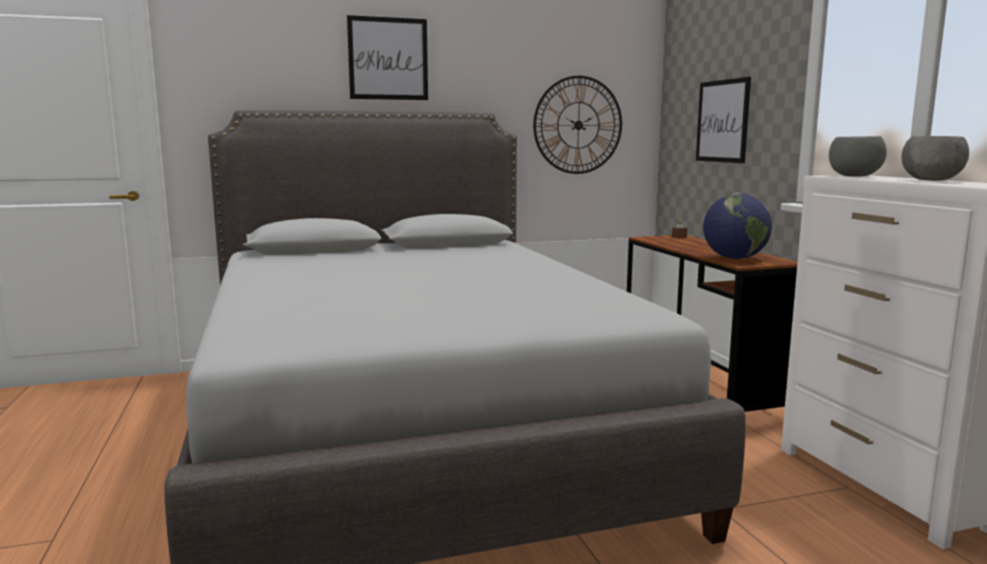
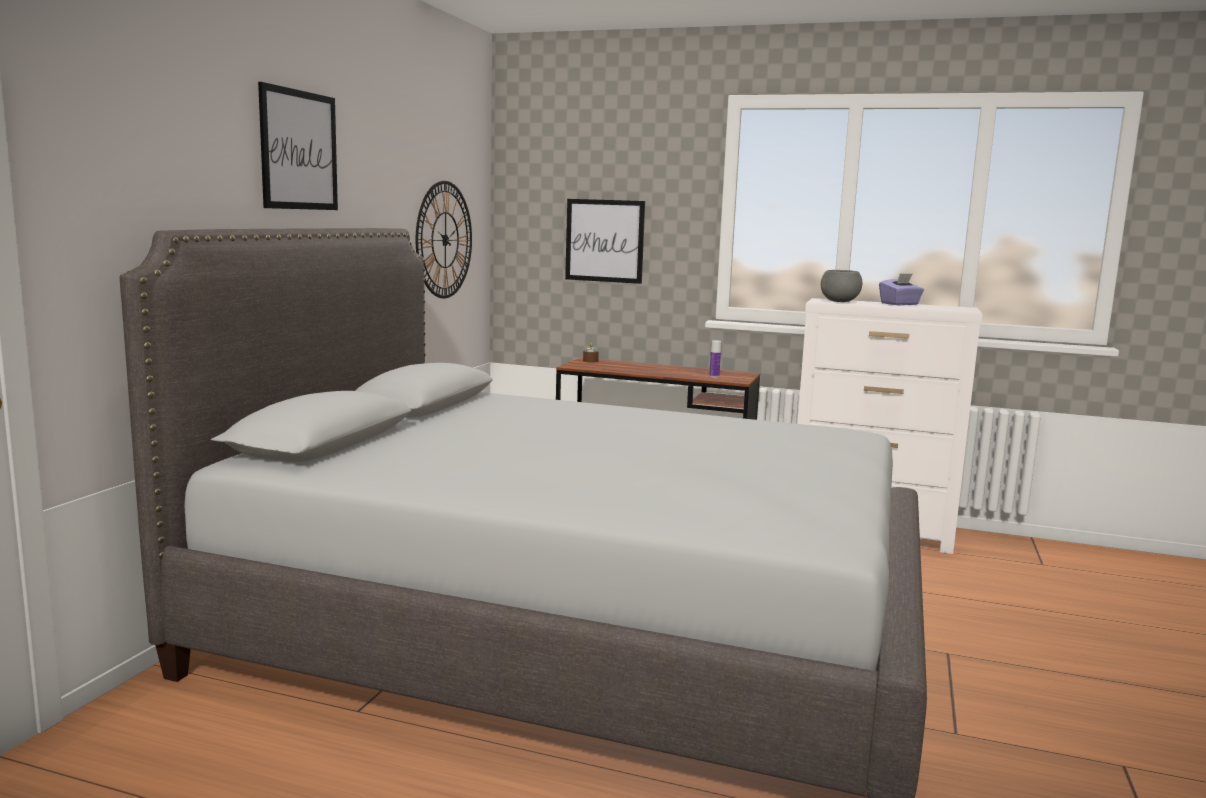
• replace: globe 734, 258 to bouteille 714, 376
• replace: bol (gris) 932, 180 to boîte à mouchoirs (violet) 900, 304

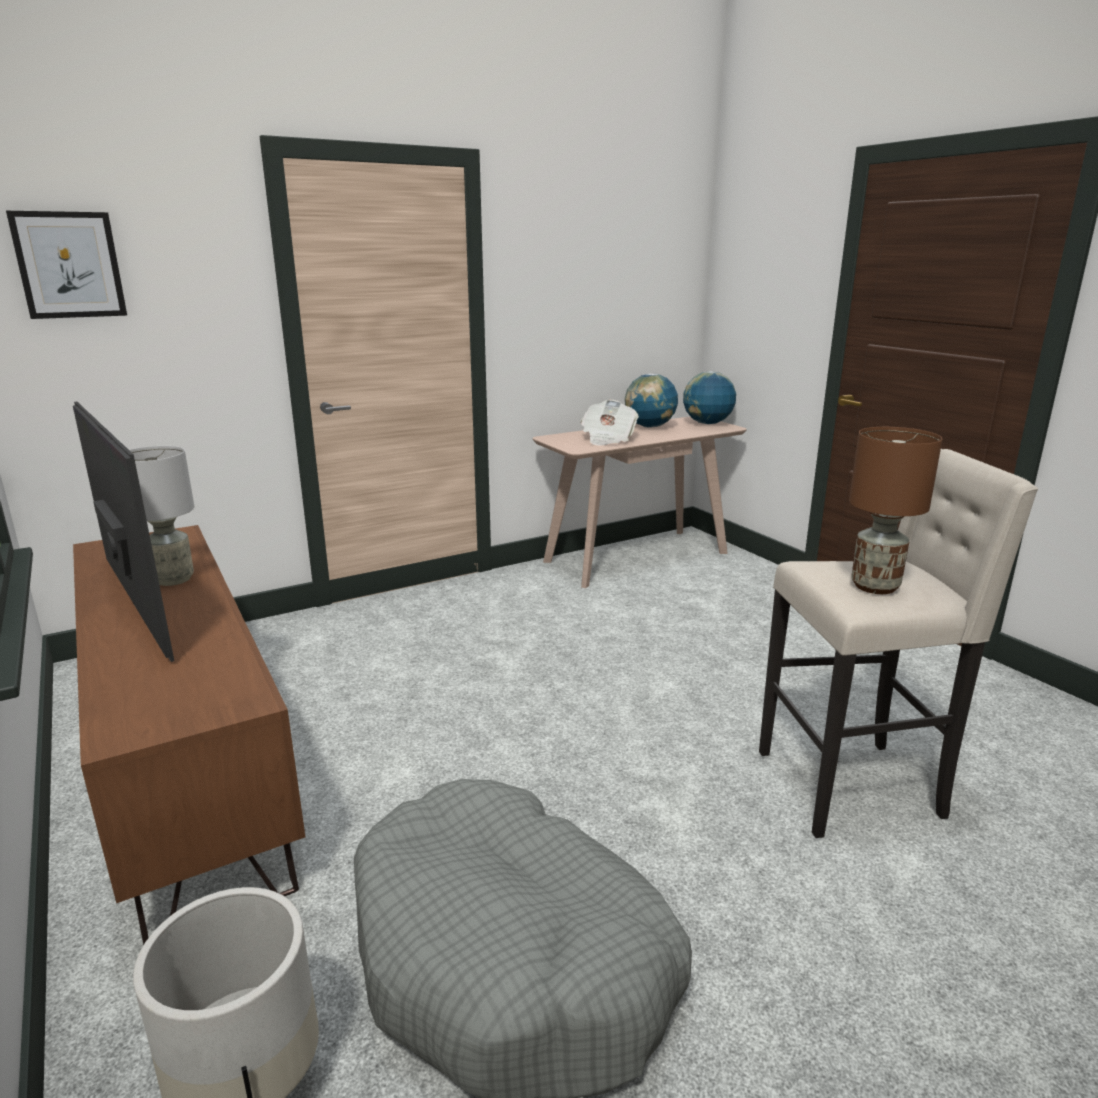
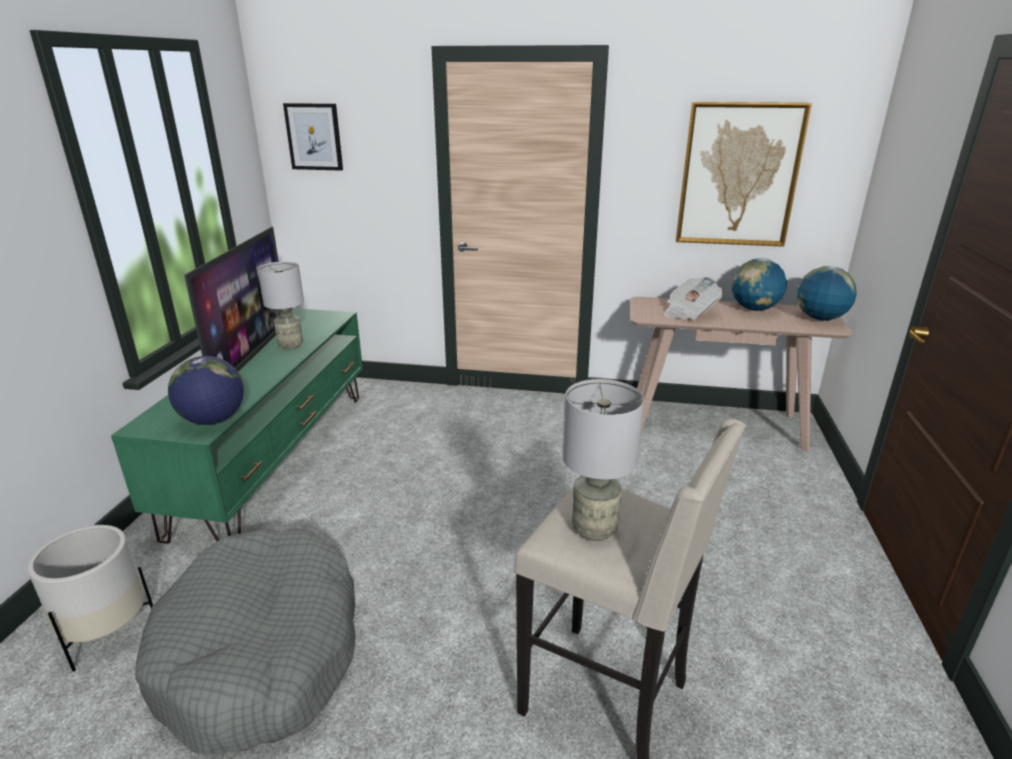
• recolor: meuble télé (marron) 188, 764 to meuble télé (vert) 277, 457
• recolor: lampe de table (marron) 875, 586 to lampe de table (gris) 595, 528
• insert: globe 213, 420
• insert: tableau 738, 175

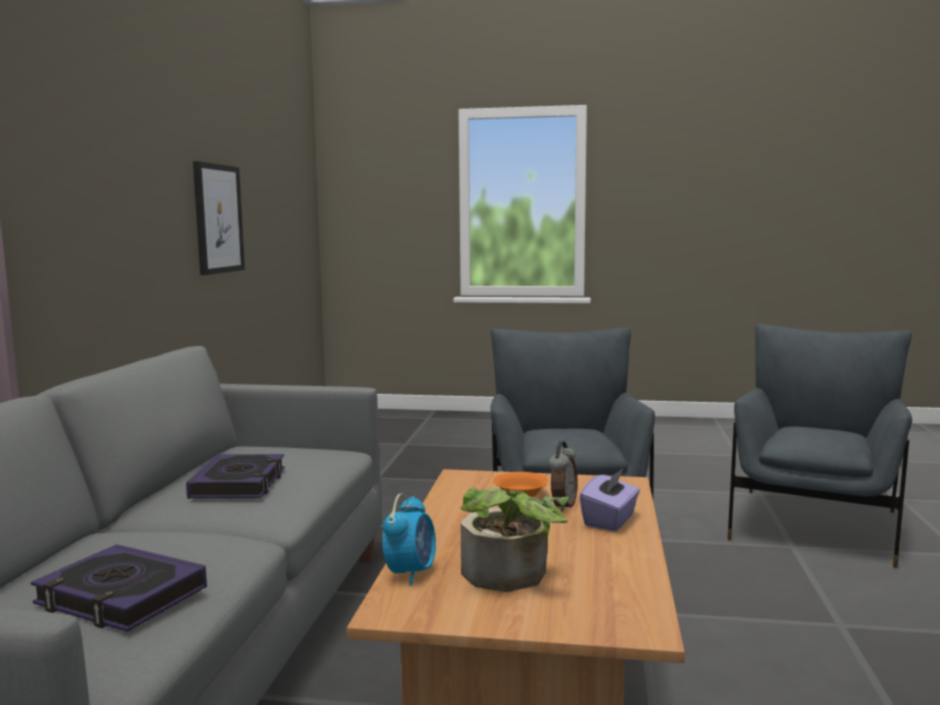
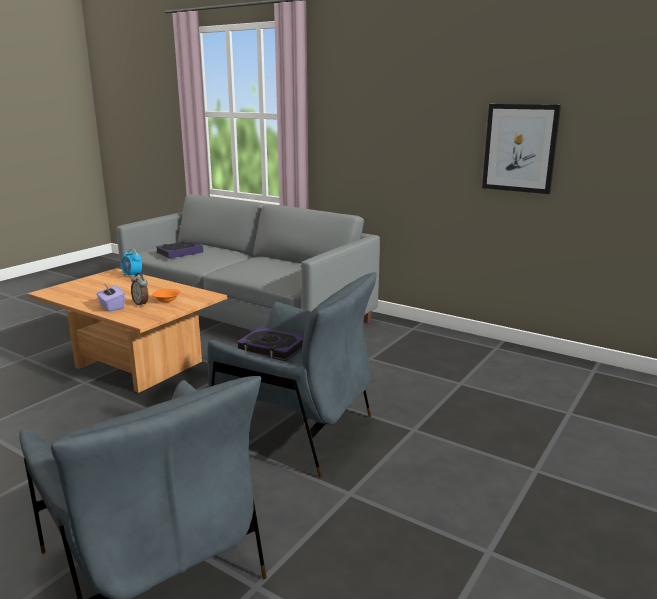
• move: livre 239, 484 to 272, 349
• delete: plante en pot 511, 577

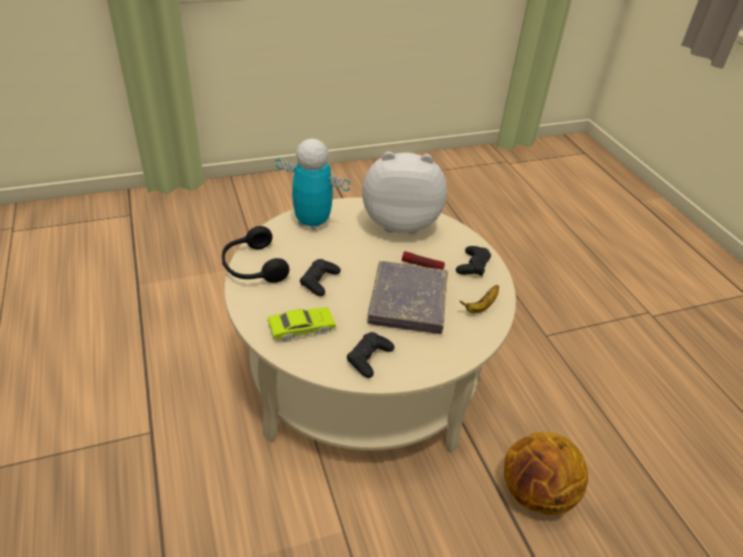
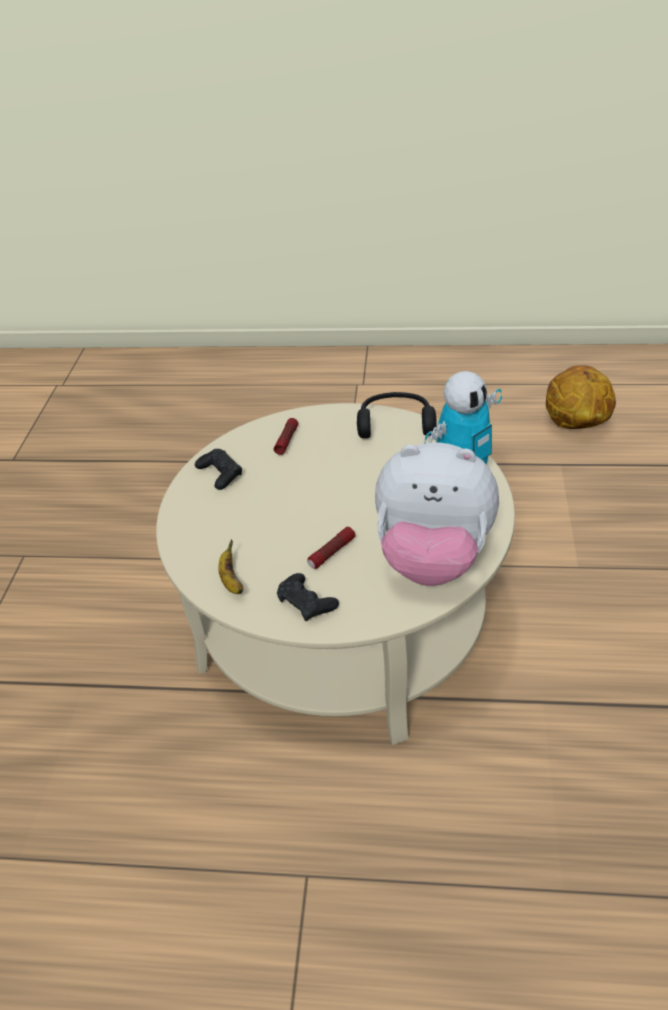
• replace: petite voiture (vert) 301, 328 to lampe de poche 286, 440
• delete: manette (noir) 319, 281
• rotate: peluche 400, 222 = 433, 559 75 degrees clockwise
• delete: livre (gris) 408, 302
• move: ballon de basket 536, 493 to 575, 425

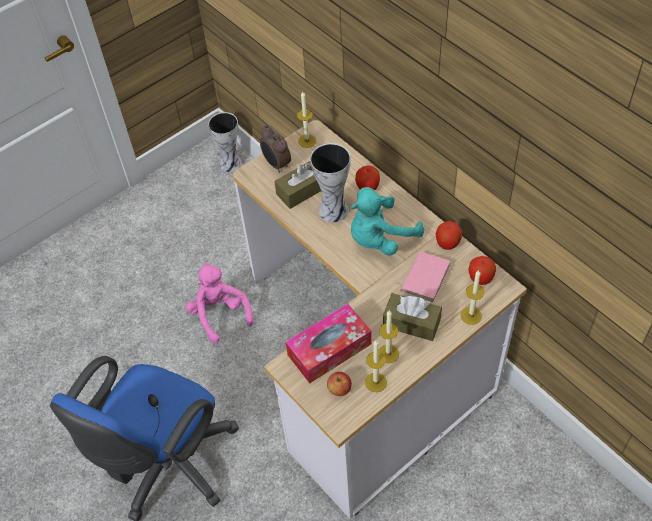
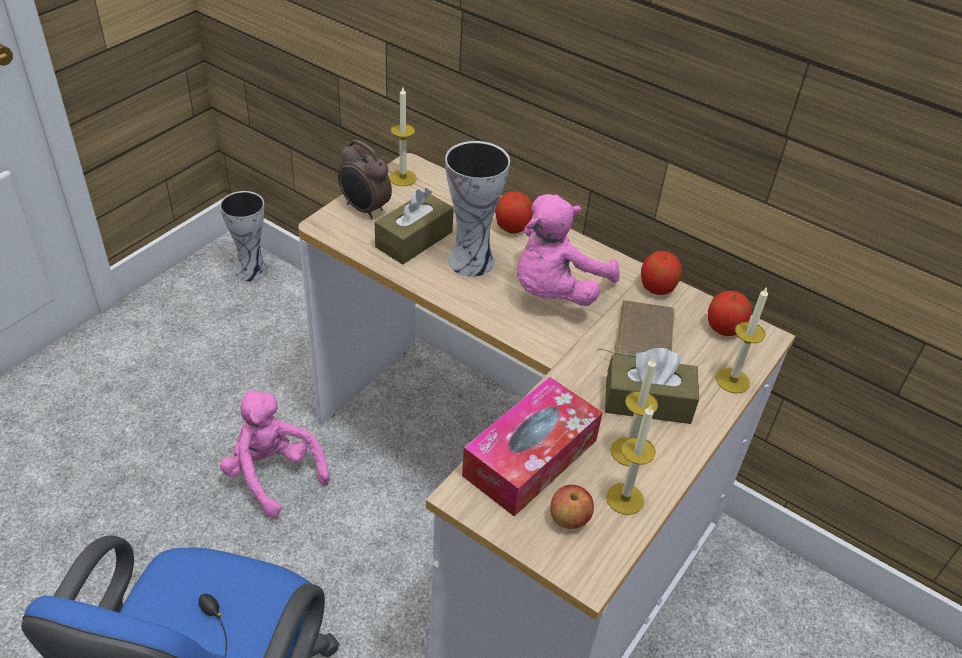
• recolor: peluche (turquoise) 380, 238 to peluche (rose) 555, 291
• recolor: livre (rose) 423, 278 to livre (marron) 640, 337

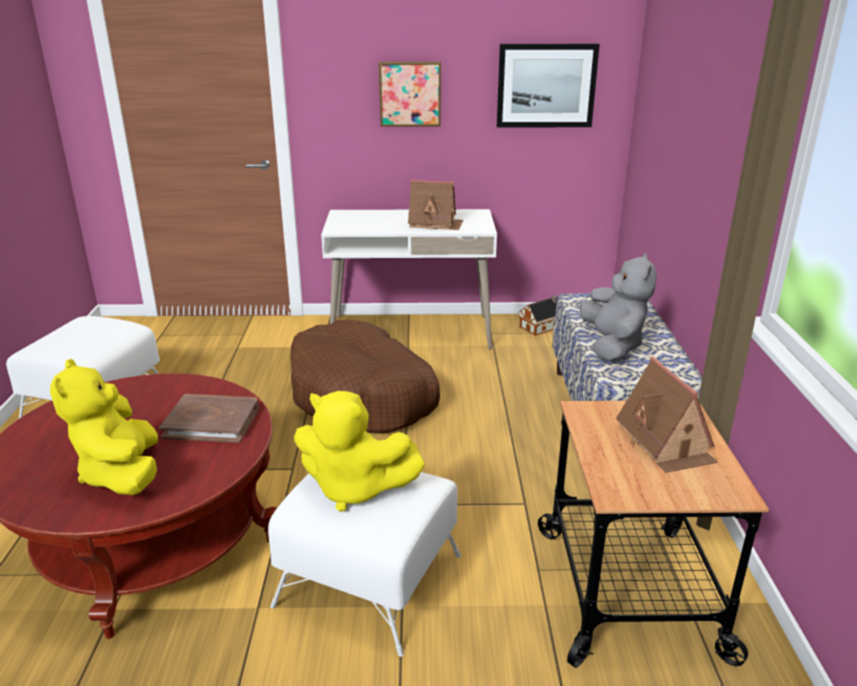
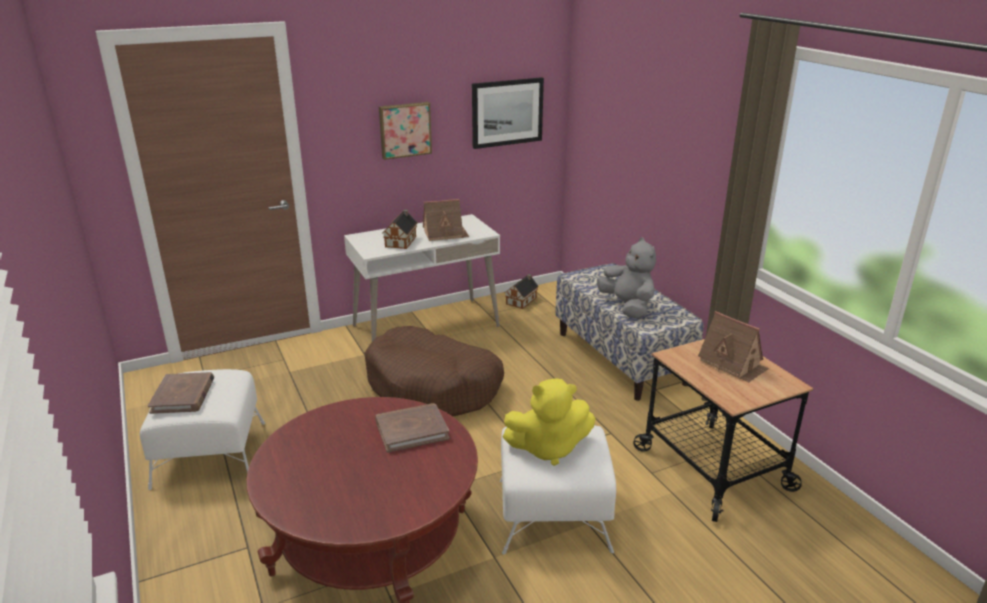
• delete: peluche (jaune) 122, 474
• insert: livre (marron) 183, 396
• insert: maison miniature 401, 241

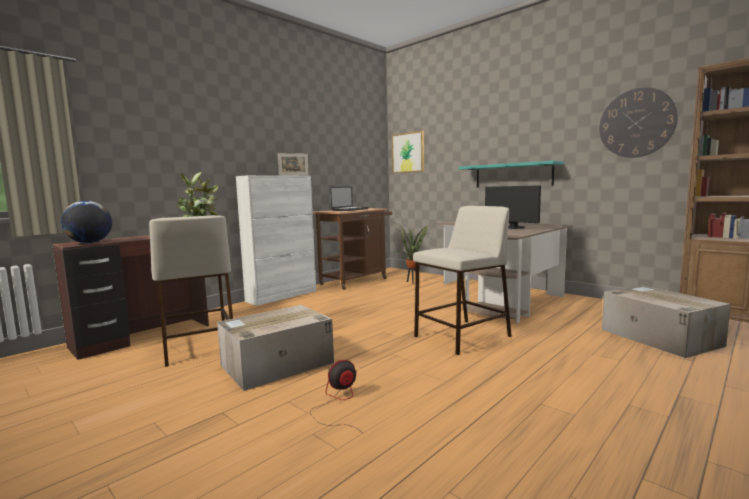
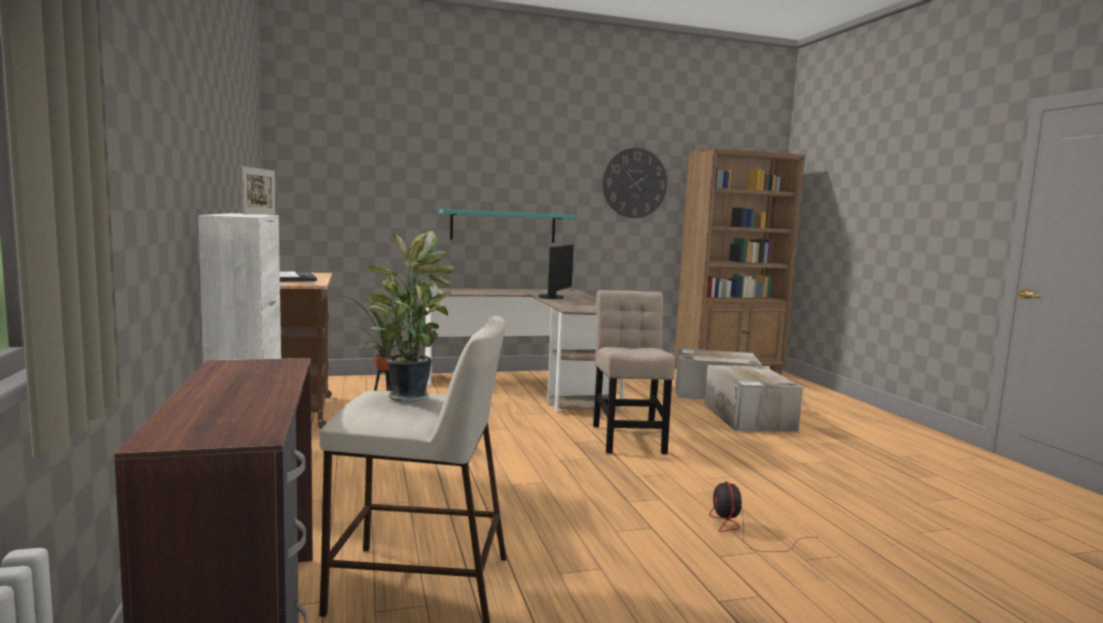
• delete: globe 89, 243
• move: carton 276, 364 to 749, 417
• delete: tableau 408, 152
• replace: tabouret (beige) 461, 337 to chaise (beige) 628, 437
• rotate: écran d'ordinateur 513, 228 = 554, 297 60 degrees counterclockwise

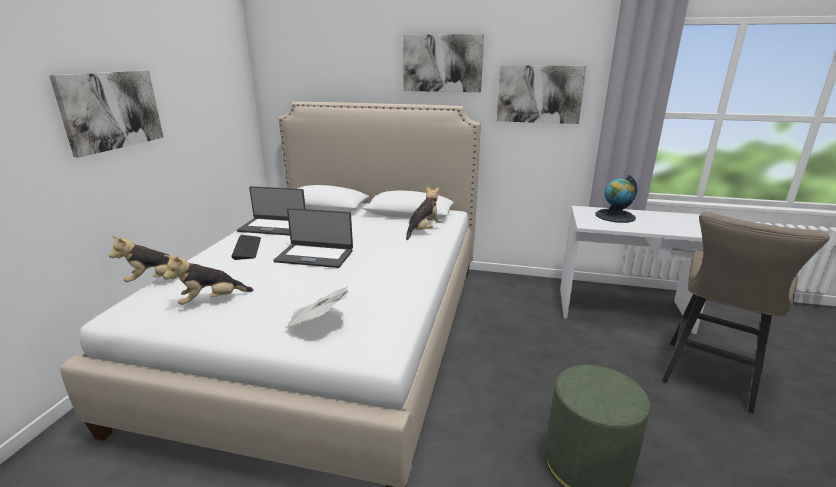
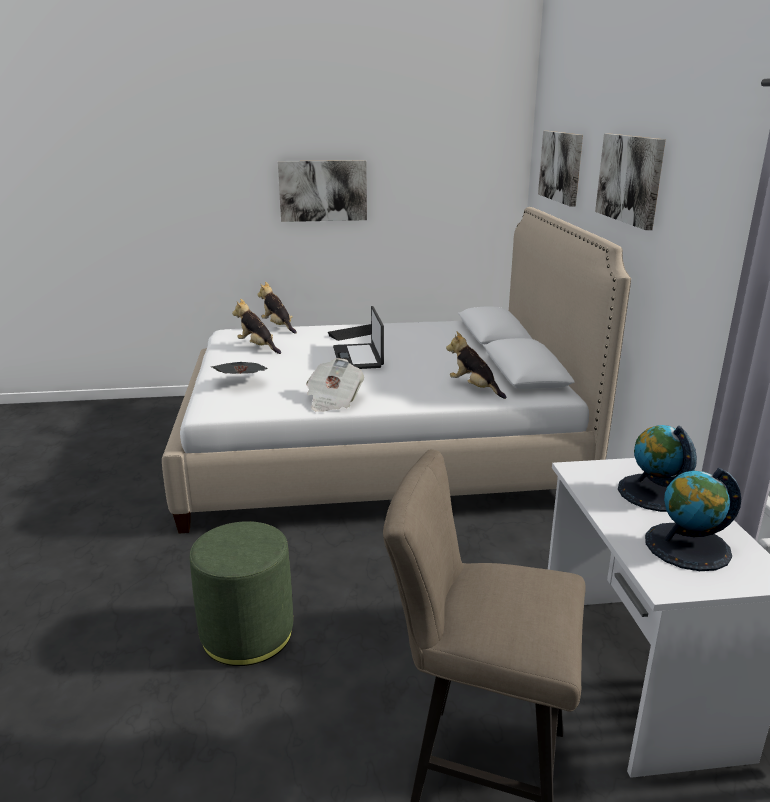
• delete: ordinateur portable 273, 227
• rotate: peluche 423, 231 = 474, 388 150 degrees counterclockwise
• move: tableau 539, 94 to 561, 166
• insert: journal 333, 401
• insert: globe 687, 546

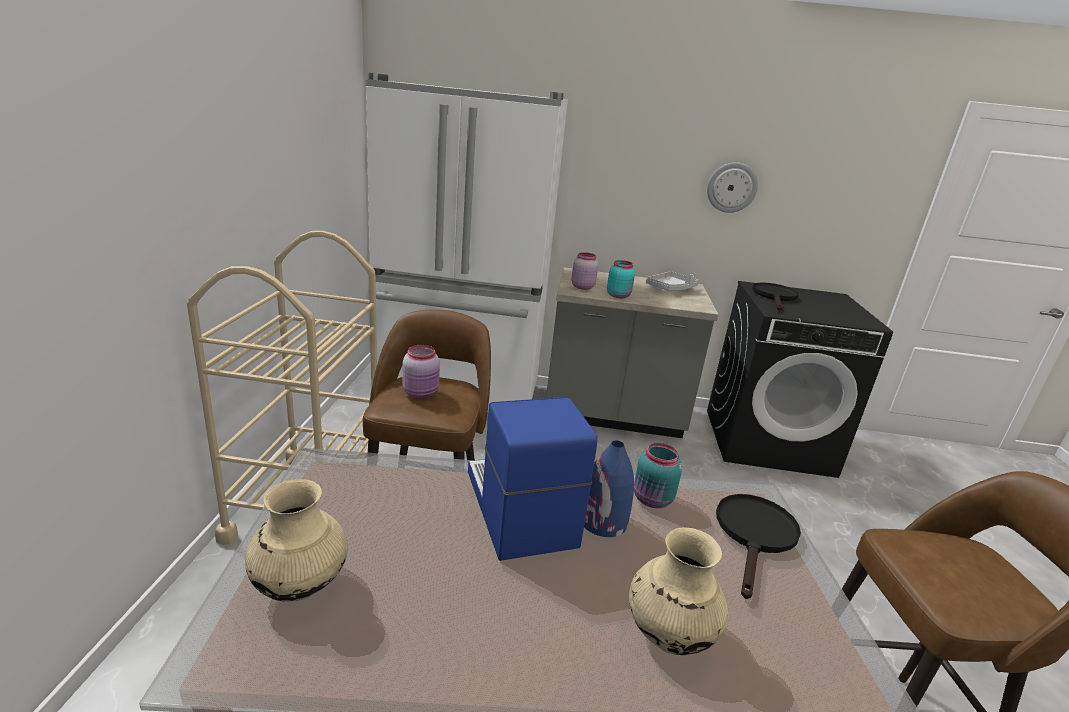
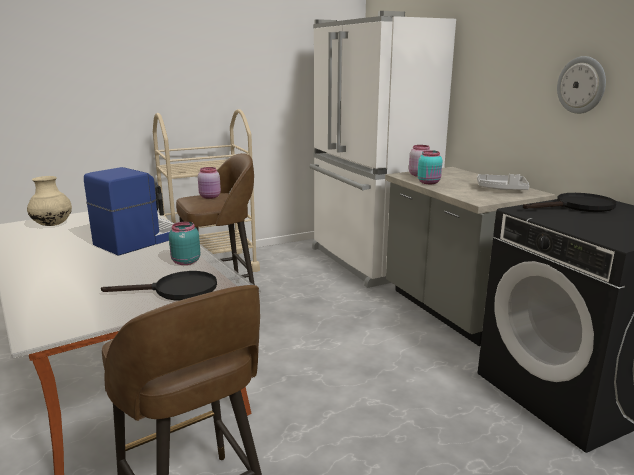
• delete: vase (bleu) 603, 522
• delete: vase (beige) 668, 634

